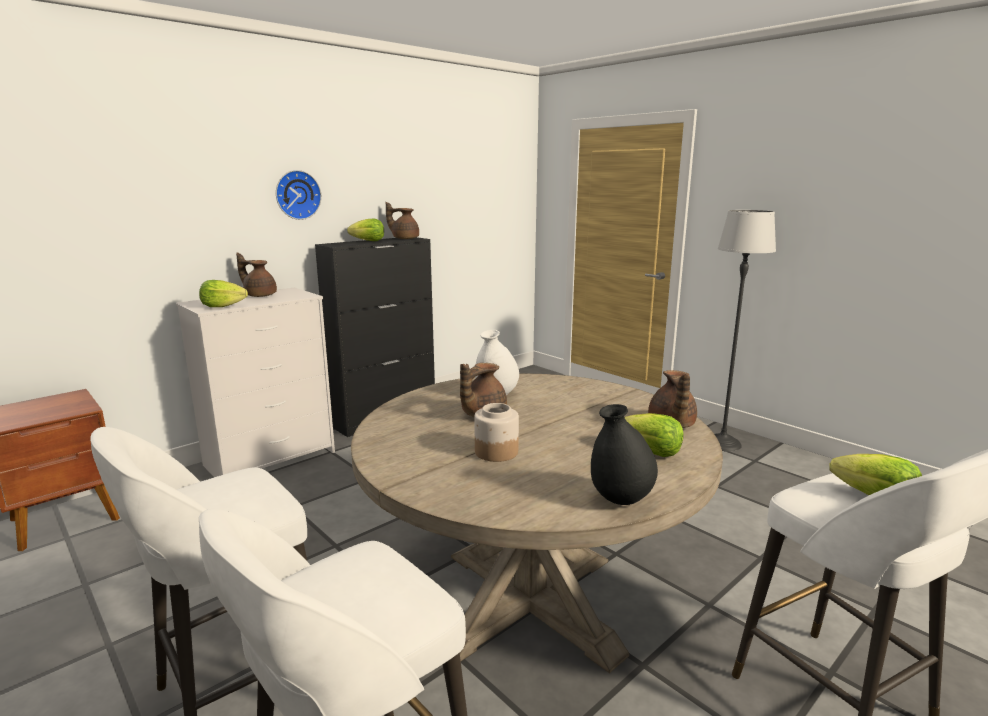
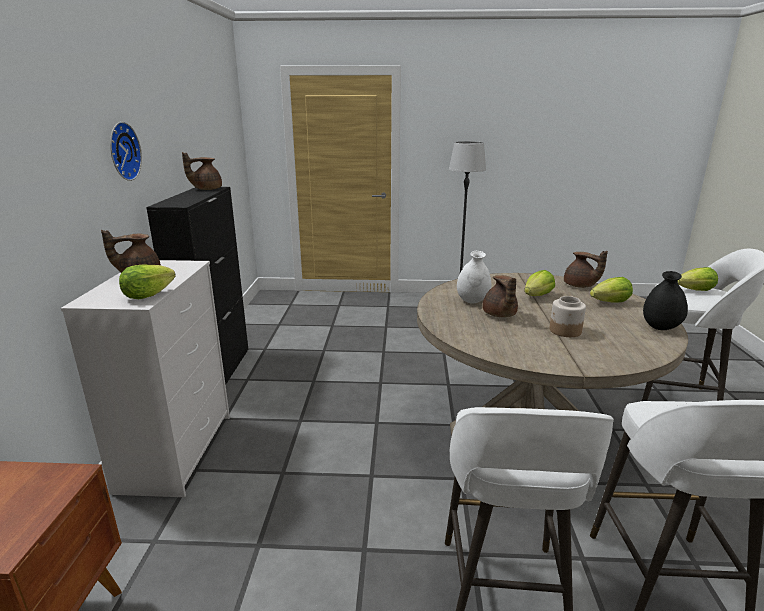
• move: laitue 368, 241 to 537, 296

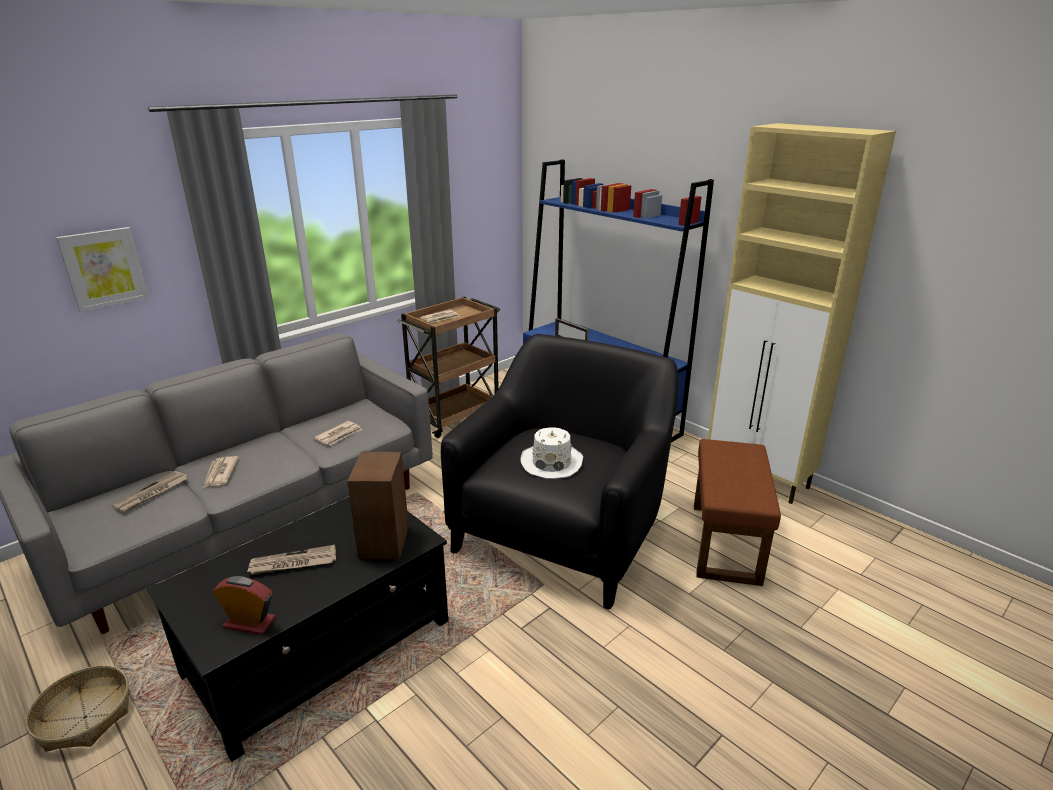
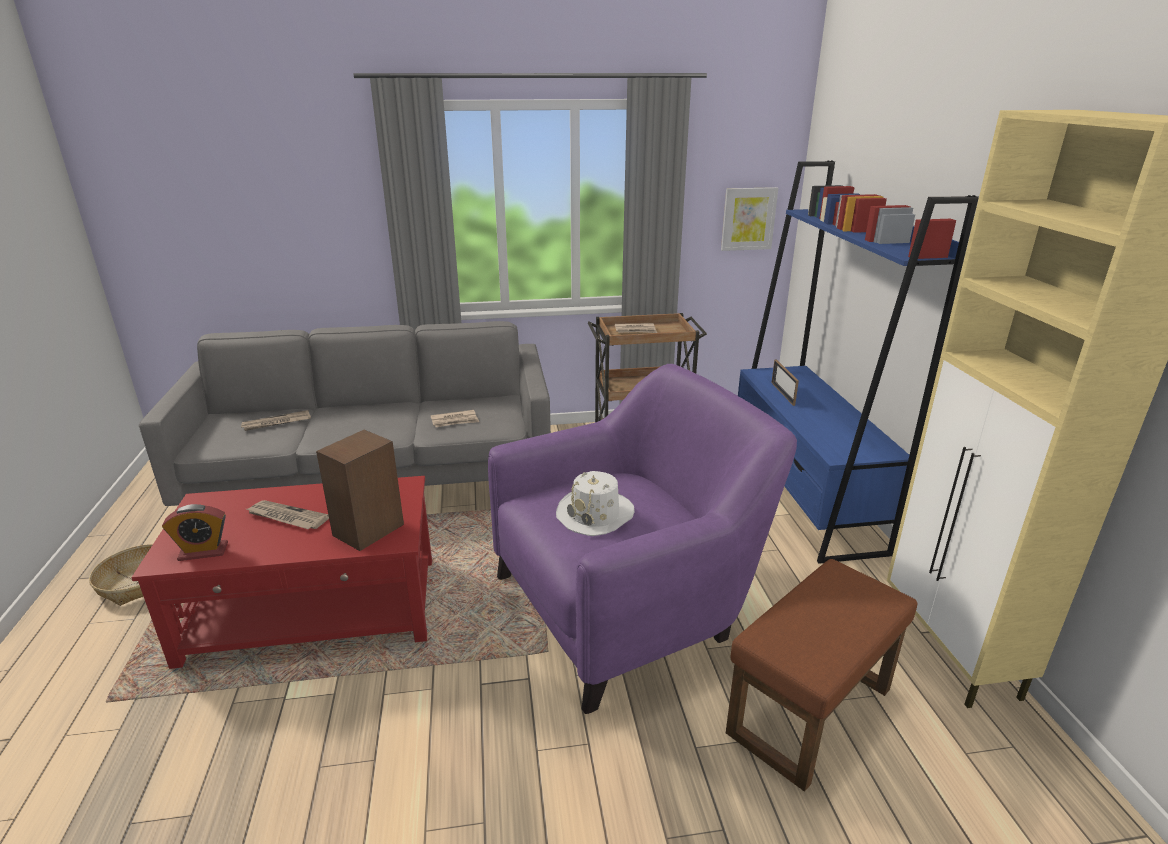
• move: tableau 104, 268 to 748, 219
• recolor: table basse (noir) 321, 646 to table basse (rouge) 315, 610
• delete: journal 220, 474
• rotate: réveil 249, 623 = 203, 551 120 degrees clockwise
• recolor: fauteuil (noir) 563, 529 to fauteuil (violet) 629, 603

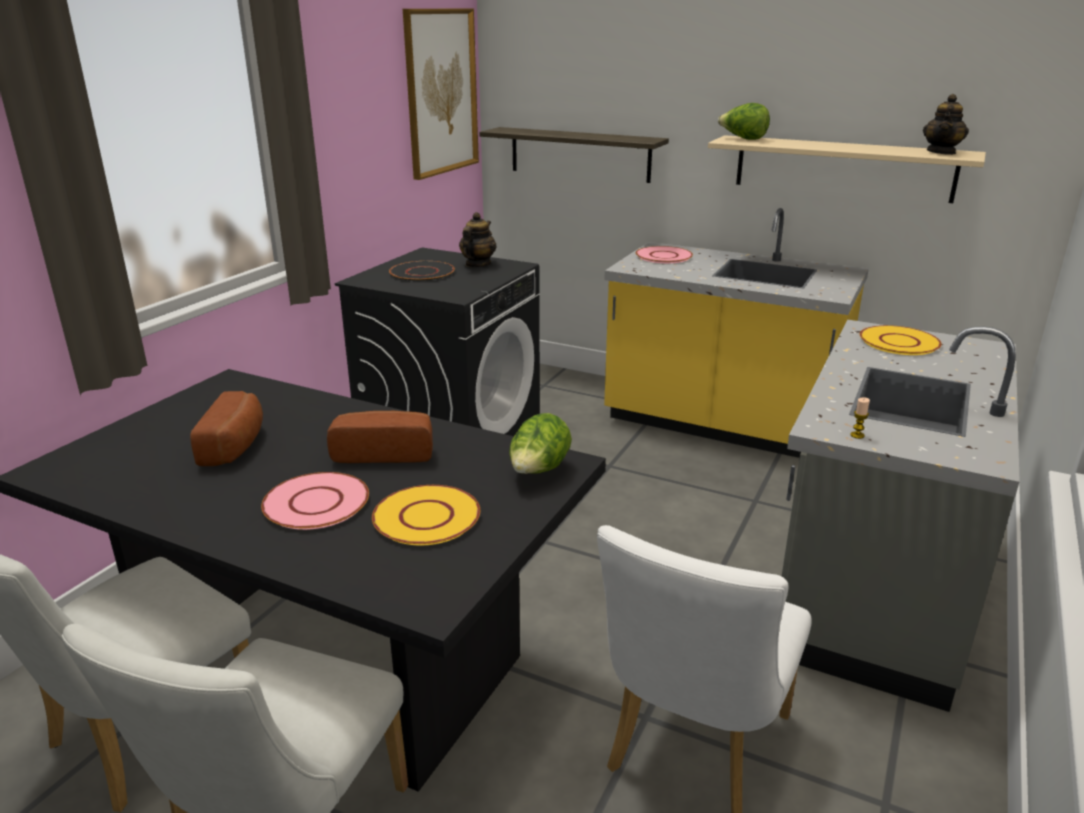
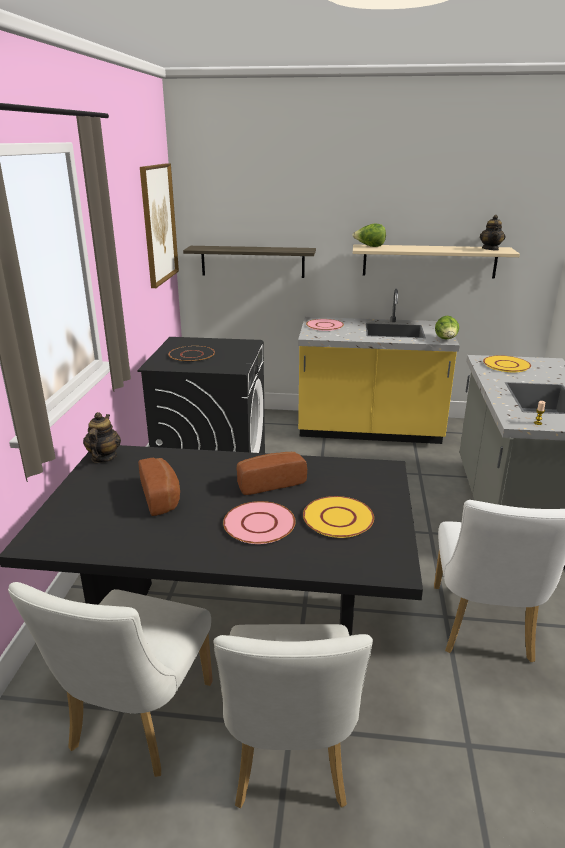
• move: théière 477, 264 to 103, 457
• move: laitue 538, 472 to 446, 340

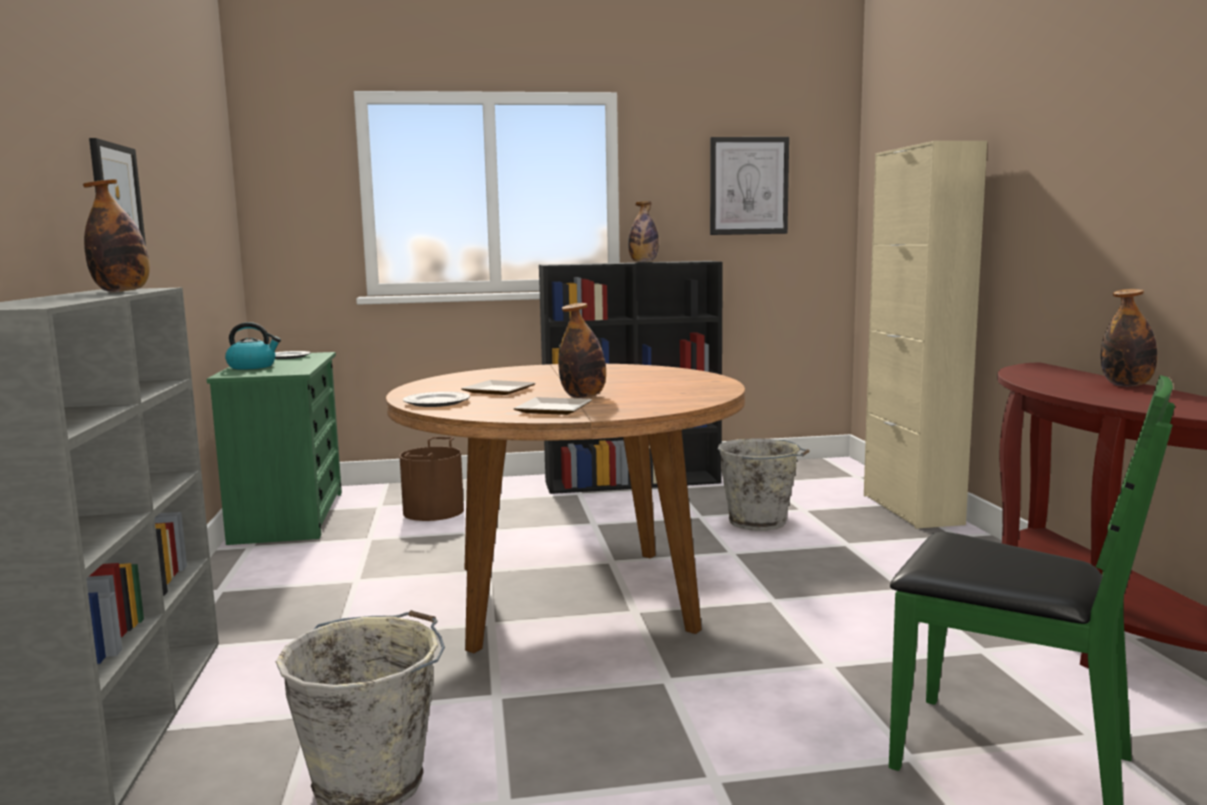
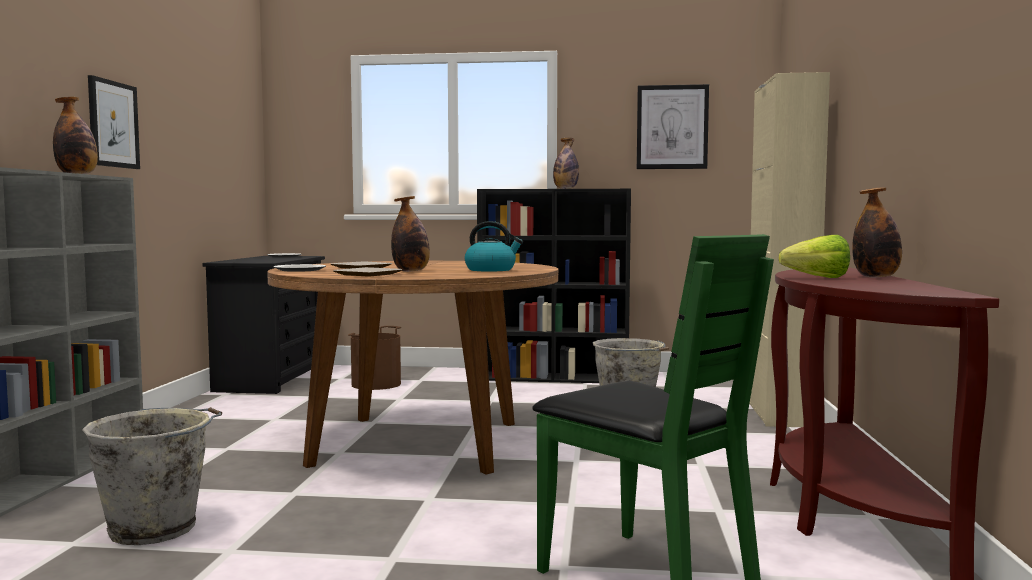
• recolor: commode (vert) 289, 516 to commode (noir) 271, 379
• move: bouilloire 252, 366 to 491, 270
• insert: laitue 811, 278

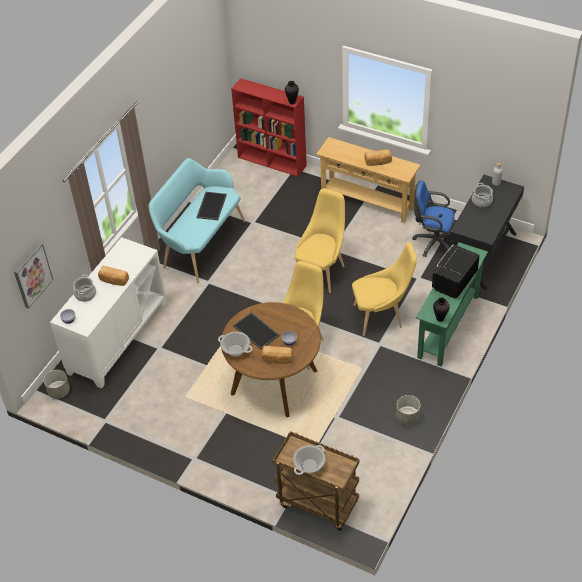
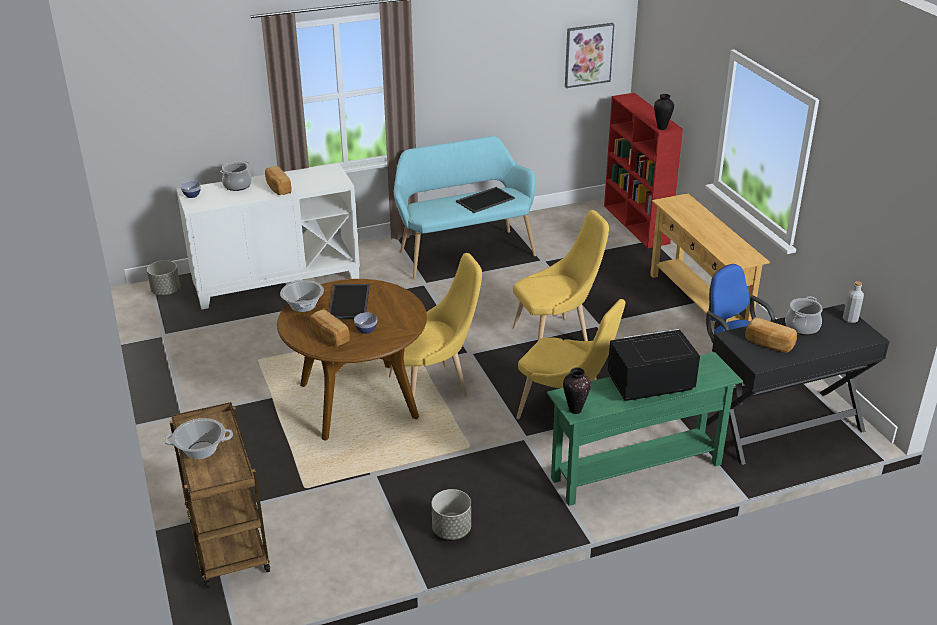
• move: tableau 32, 275 to 588, 55
• move: pain 378, 162 to 769, 344

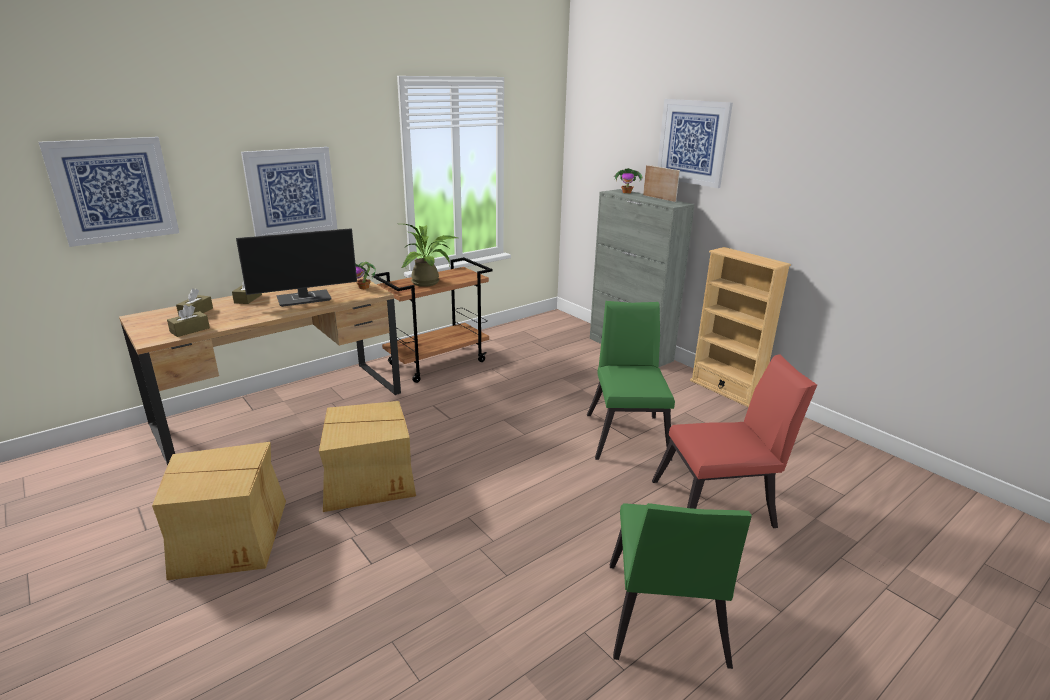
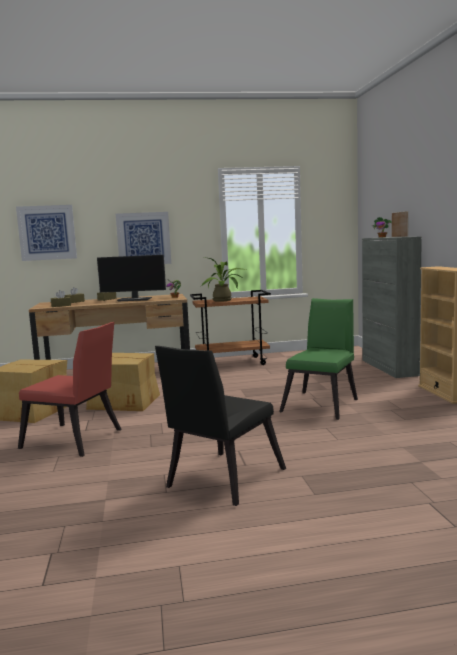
• recolor: chaise (vert) 663, 621 to chaise (noir) 221, 480
• move: chaise (rouge) 720, 504 to 76, 441
• delete: tableau 693, 142

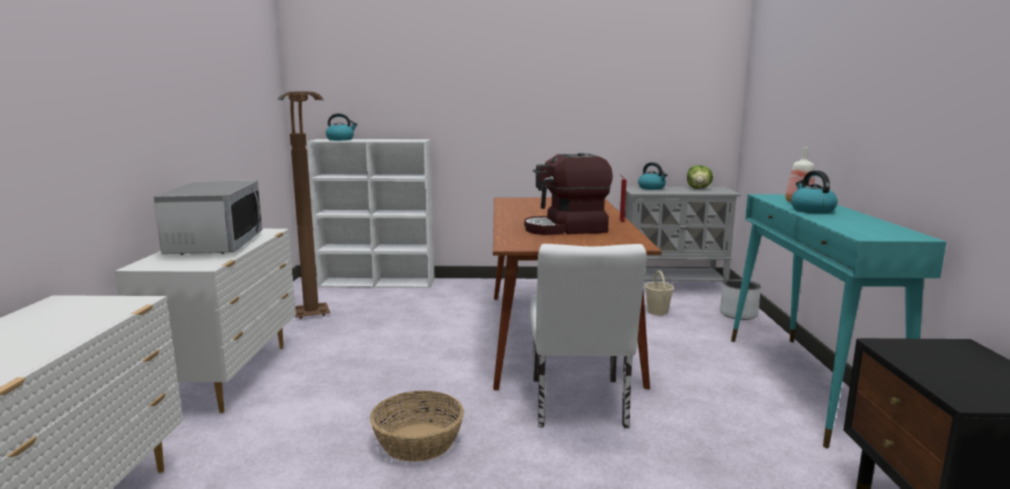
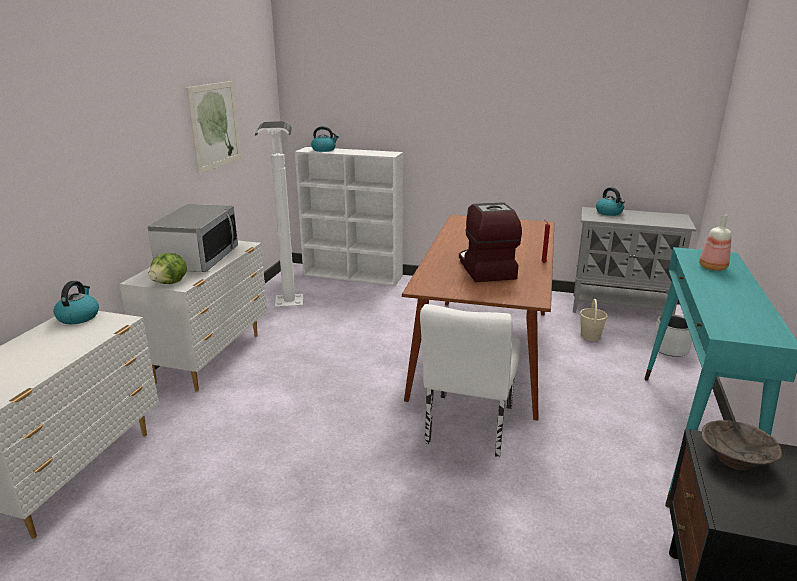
• recolor: lampadaire (marron) 315, 321 to lampadaire (blanc) 289, 311
• delete: panier 418, 442
• rotate: machine à café 566, 229 = 485, 269 75 degrees clockwise
• move: laitue 698, 188 to 170, 283
• move: bouilloire 811, 210 to 78, 317
• insert: tableau 215, 126
• insert: bol (marron) 736, 460

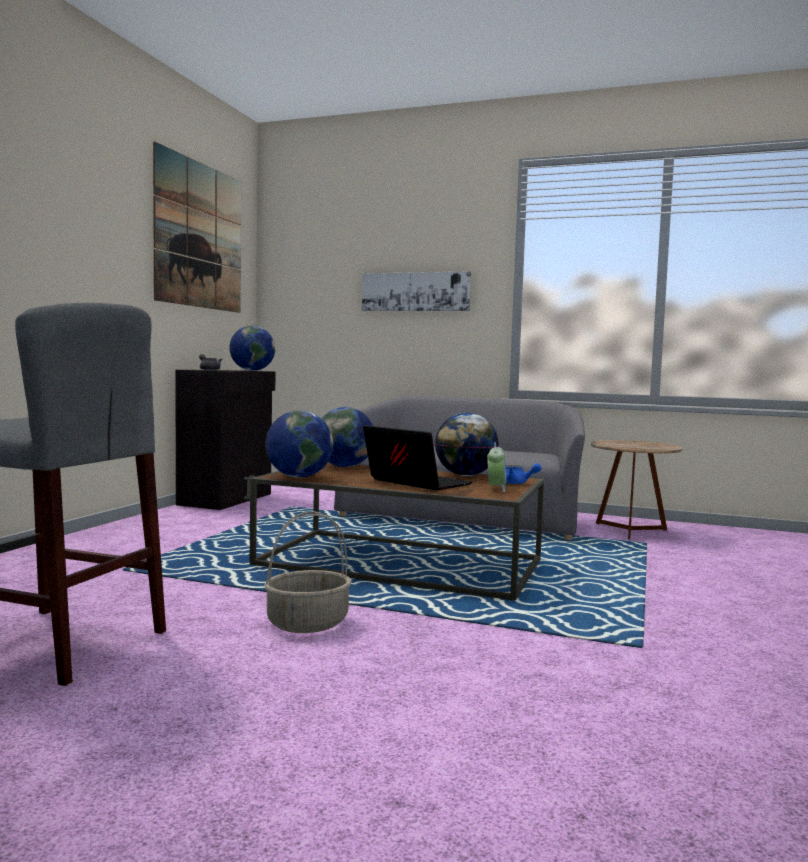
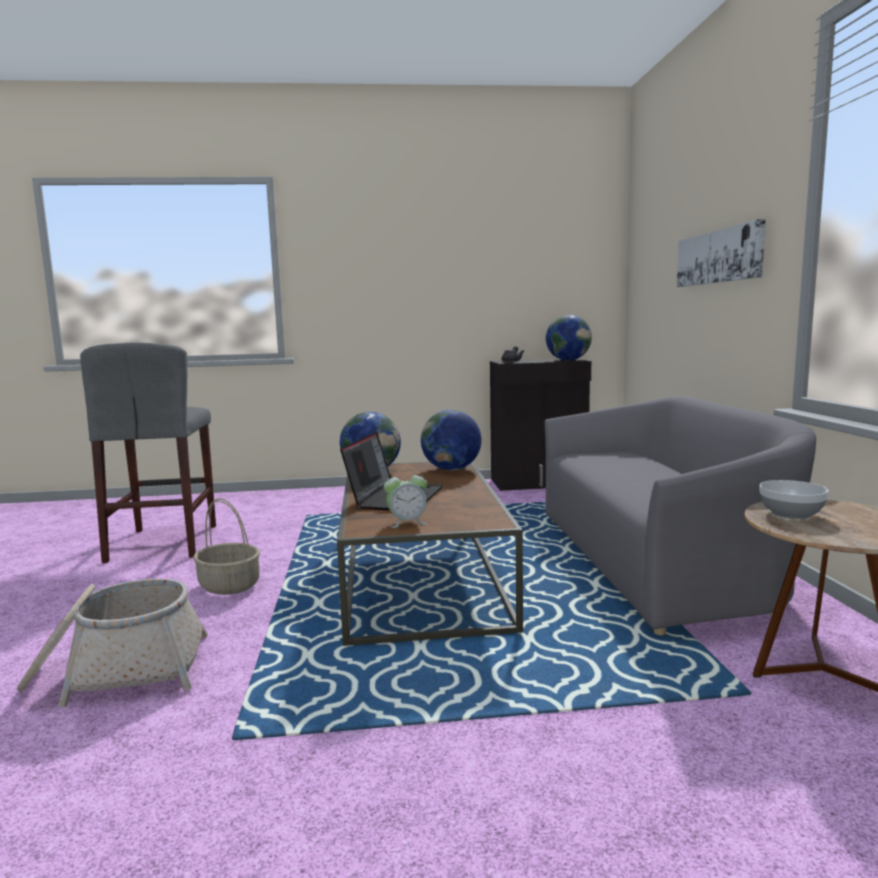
• delete: tableau 199, 236
• delete: globe 465, 475
• delete: théière (bleu) 517, 483
• insert: panier 118, 671
• insert: bol 792, 514

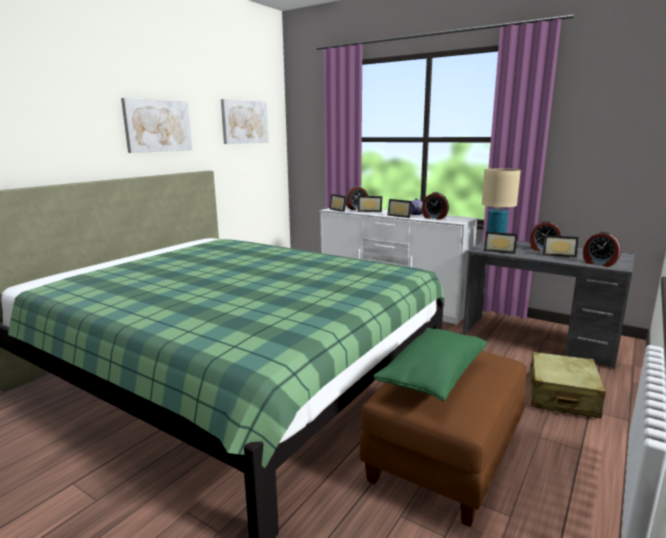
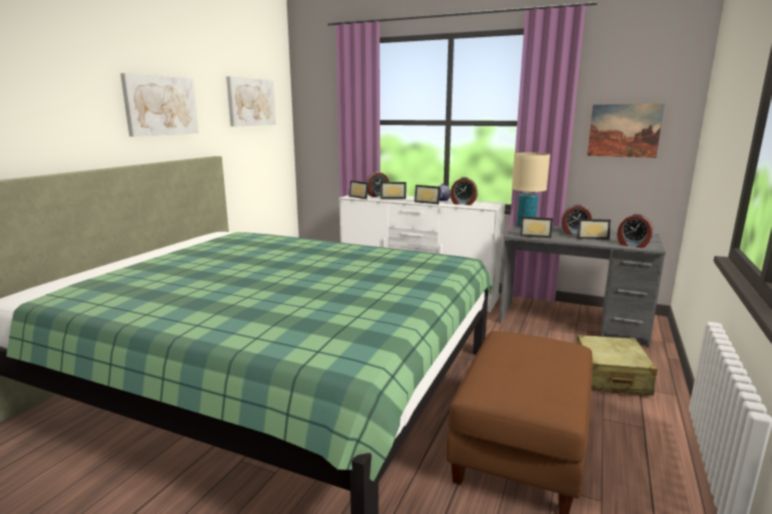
• delete: coussin (vert) 433, 376
• insert: tableau 624, 130

